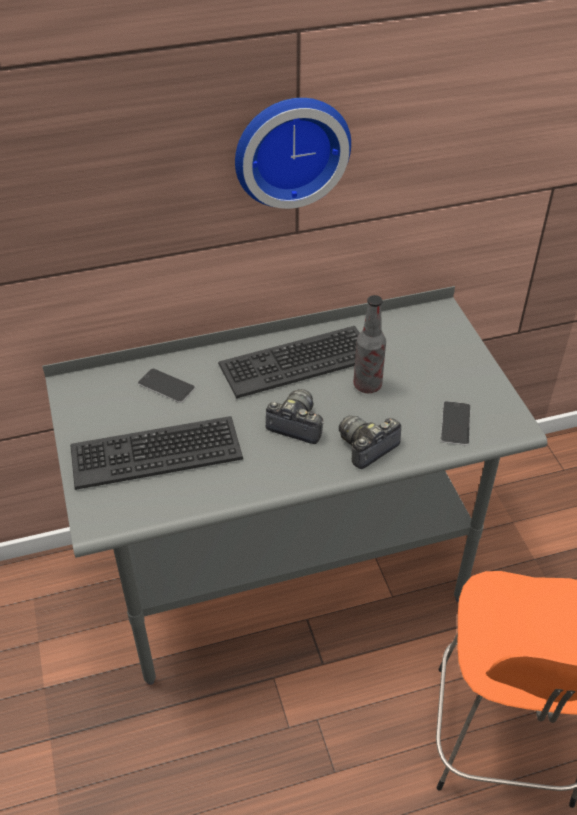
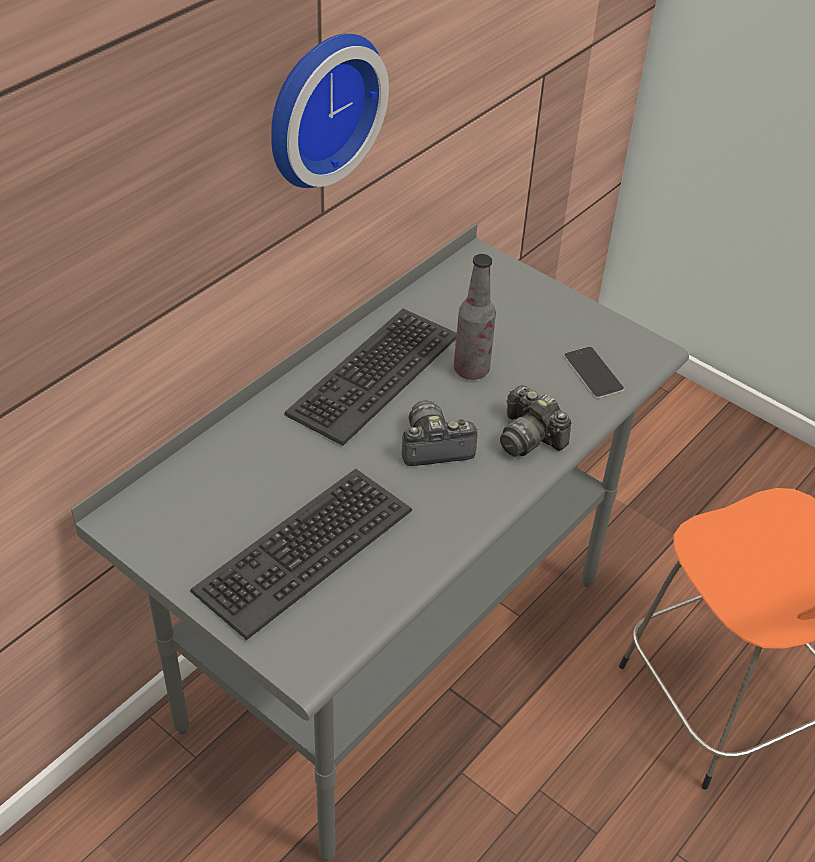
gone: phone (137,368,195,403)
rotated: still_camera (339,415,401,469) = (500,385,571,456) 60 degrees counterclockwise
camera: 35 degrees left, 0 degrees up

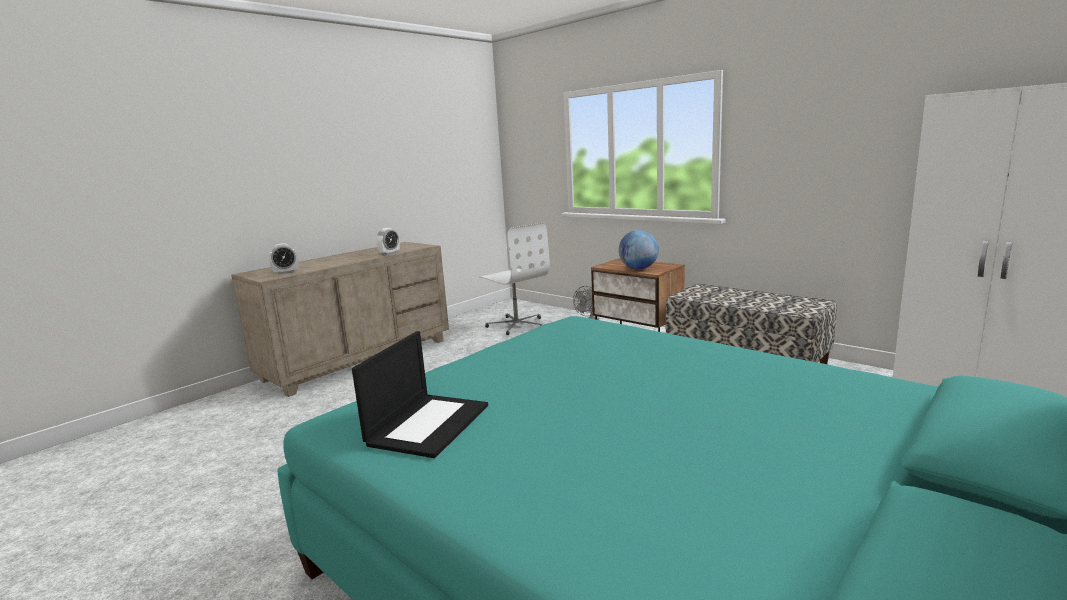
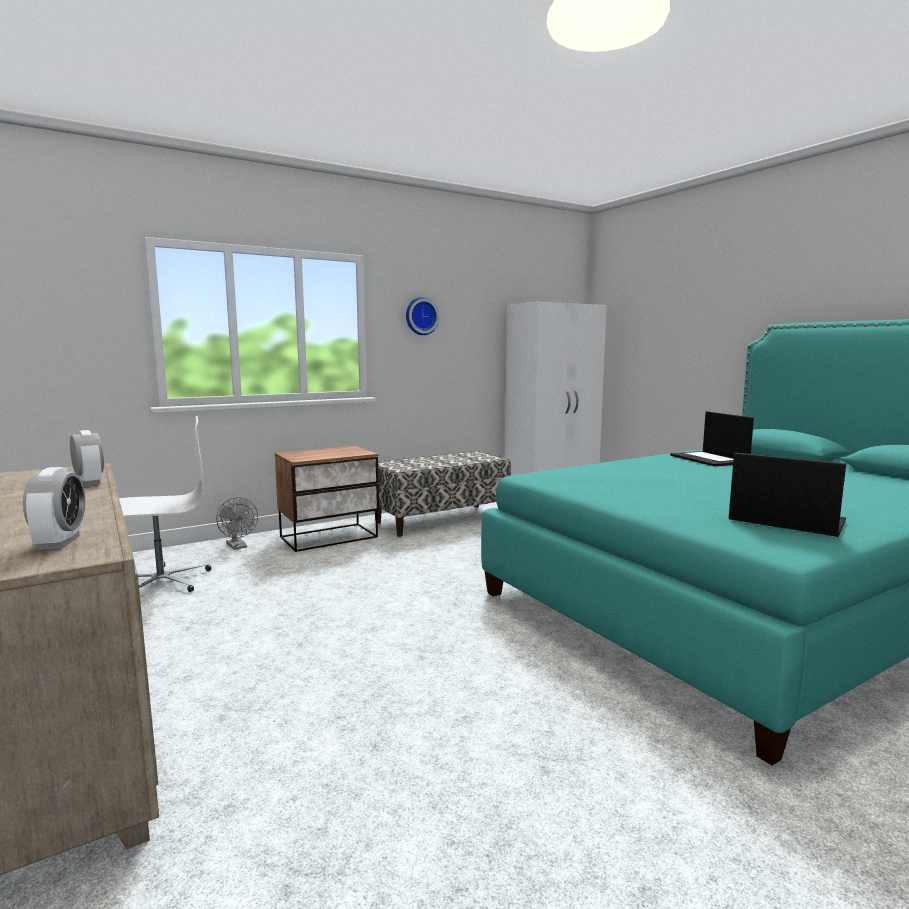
gone: globe (619,230,659,269)
new: hanging_clock (406,297,439,335); portable_computer (670,411,754,467)
camera: 75 degrees left, 5 degrees down

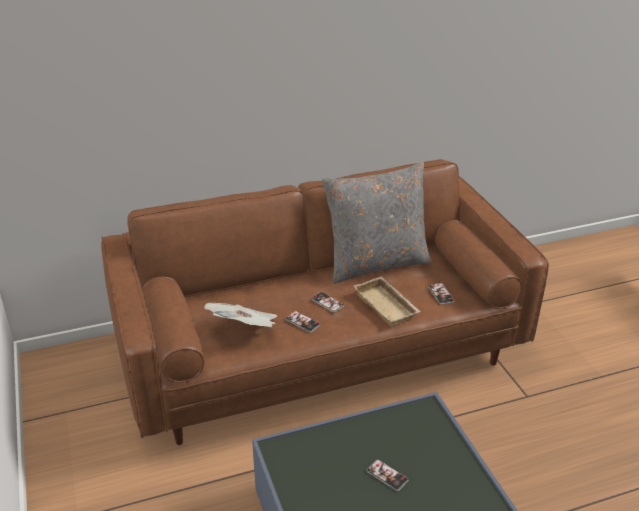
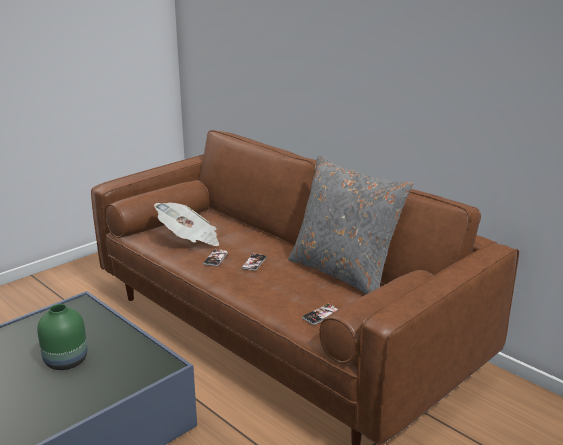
gone: beige-coloured_tray (354,277,421,327)
swapped: phone (366,460,408,491) to greenish_decorative_vase (37,304,87,370)
camera: 65 degrees right, 10 degrees down

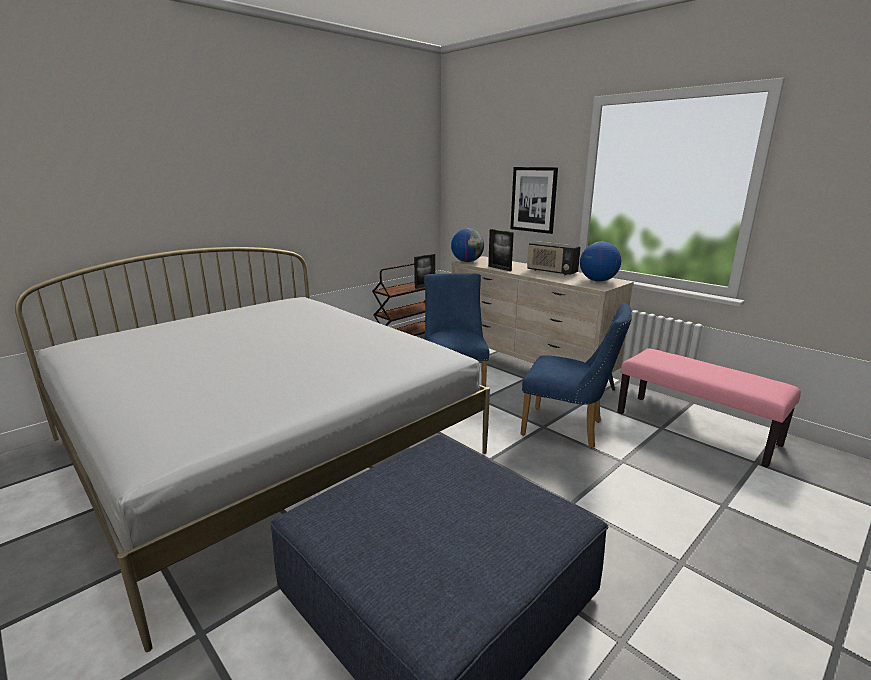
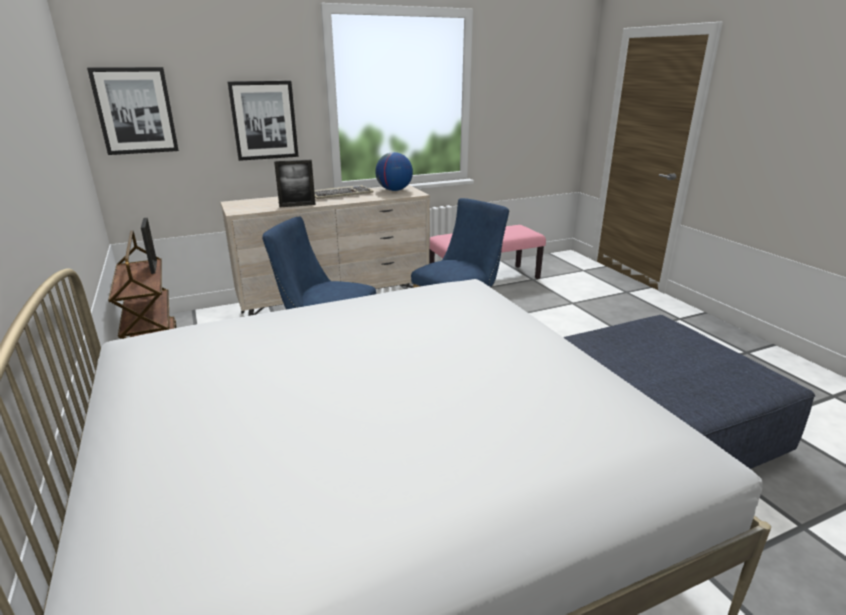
gone: globe (451,229,484,262)
new: picture (87,67,179,155)
swapped: radio (527,241,581,275) to computer_keyboard (314,185,374,199)
camera: 70 degrees left, 5 degrees up

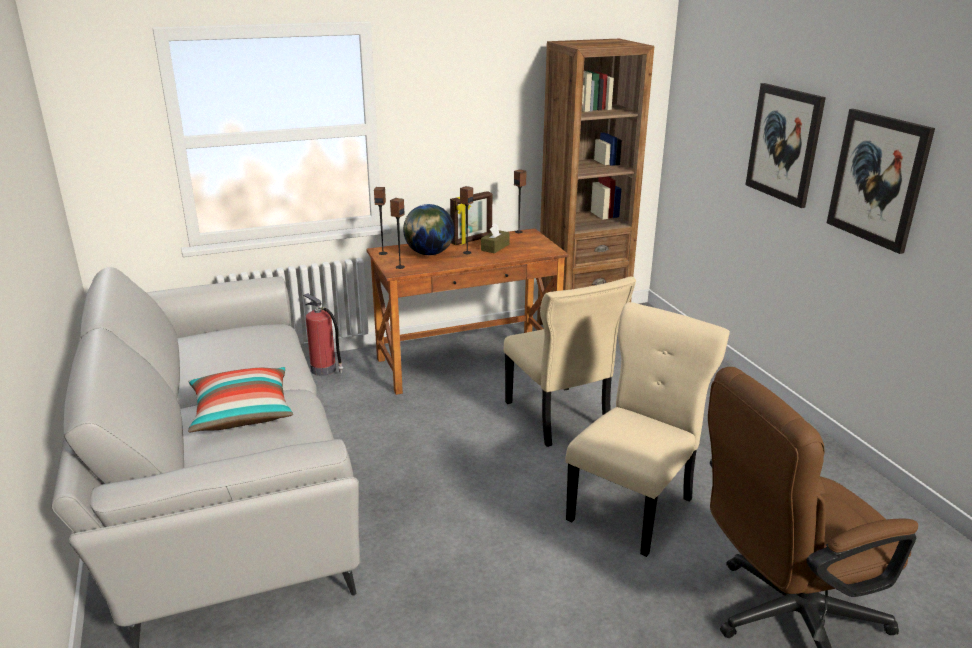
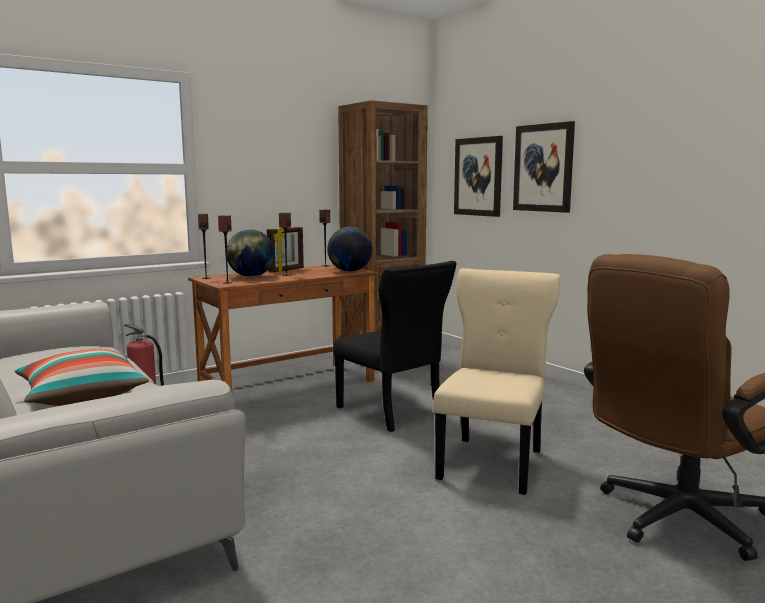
gone: brown_tissue_box (481,223,510,253)
new: globe (327,227,372,272)
shifted: picture (827,109,935,254) to (454,136,503,217)
repainted: beige-coloured_upright_chair (503,277,636,447) to black_upright_chair (333,261,457,432)
camera: 15 degrees left, 15 degrees down

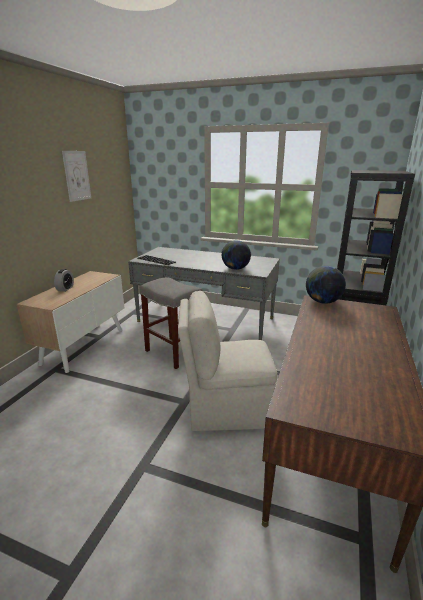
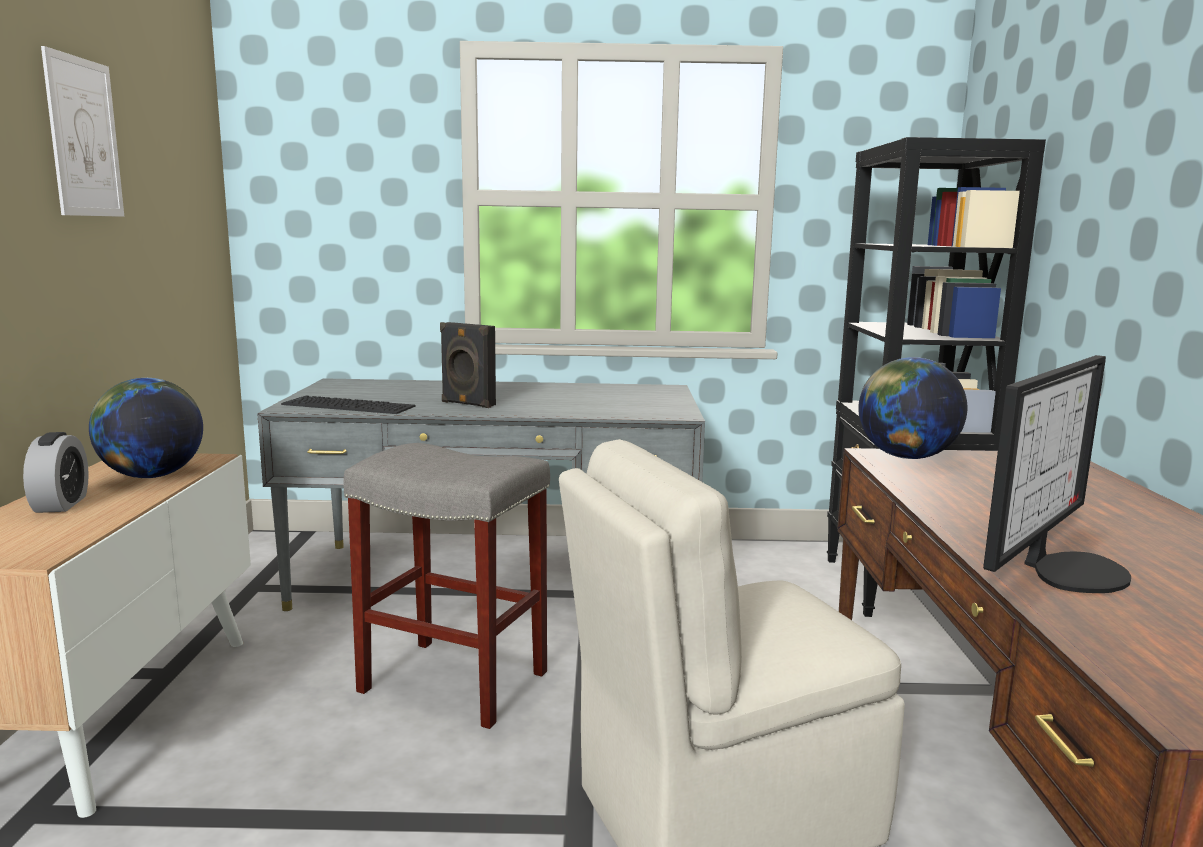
new: black_loudspeaker (440,322,496,408); computer_screen (983,355,1131,593)
shifted: globe (222,240,251,270) to (89,378,203,478)
camera: 20 degrees left, 10 degrees down

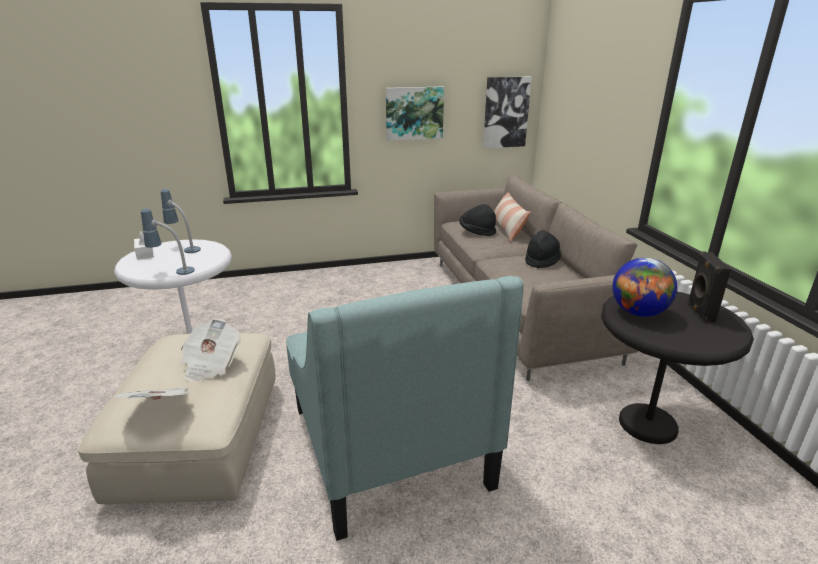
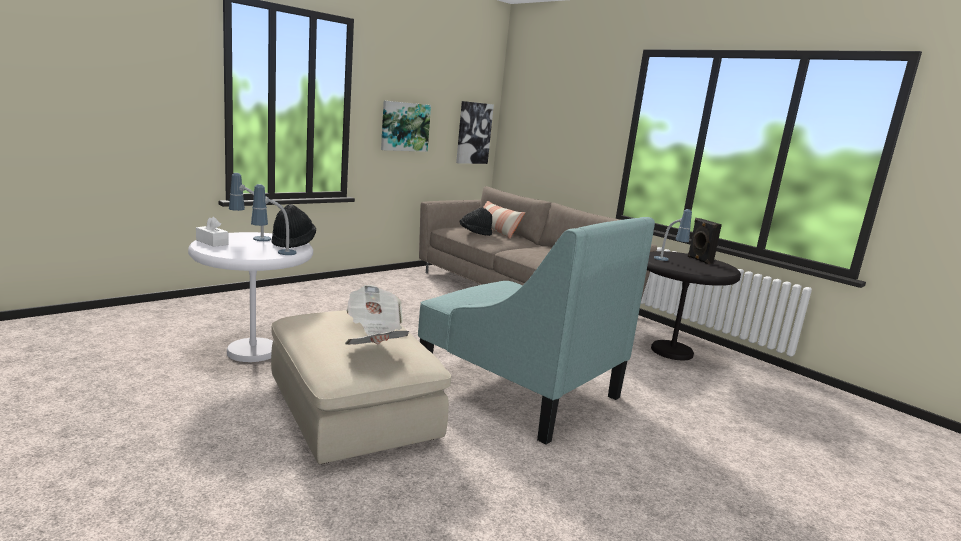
shifted: black_clothing_hat (525,230,561,268) to (271,204,316,248)
swapped: globe (612,258,677,317) to lamp_for_a_table (654,209,692,261)
camera: 30 degrees left, 10 degrees down

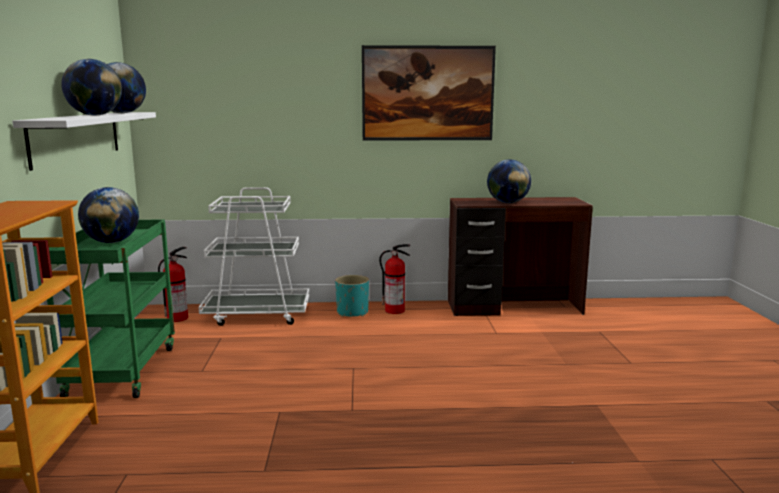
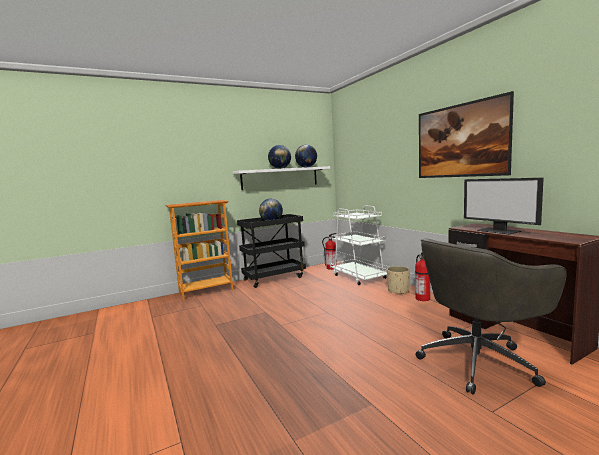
new: grey_desk_chair (416,238,566,394)
swapped: globe (487,159,531,203) to computer_screen (464,178,544,235)
repainted: greenish_cart (47,220,175,398) to black_cart (237,214,306,288); blue-green_planter (335,275,369,317) to beige-coloured_planter (387,266,410,295)
camera: 65 degrees right, 5 degrees down

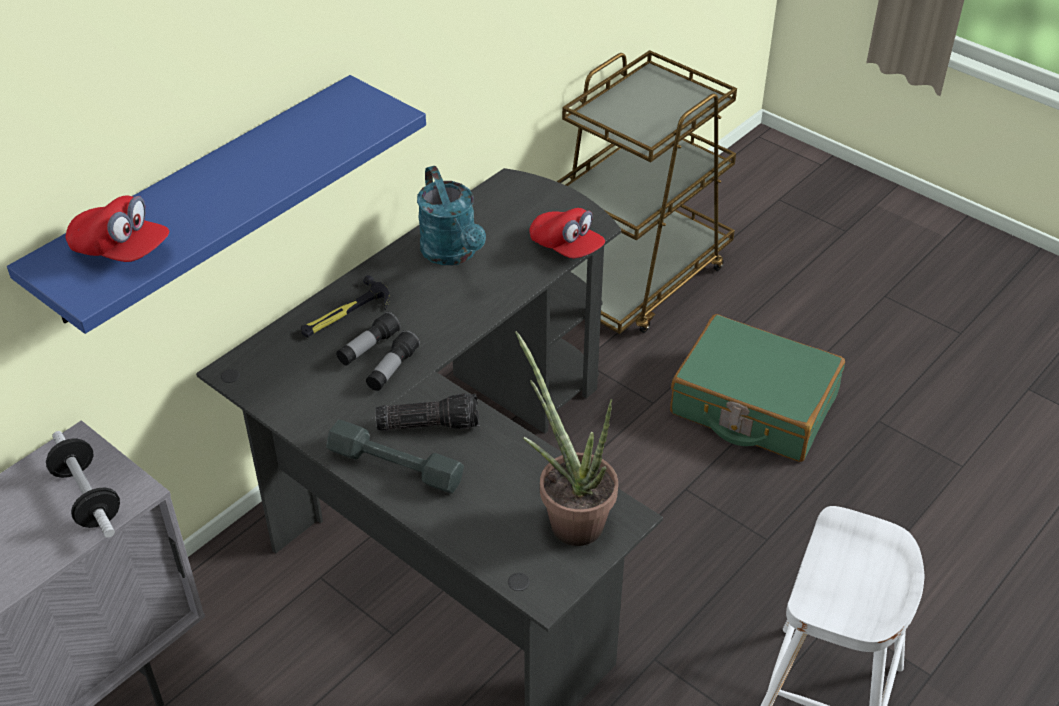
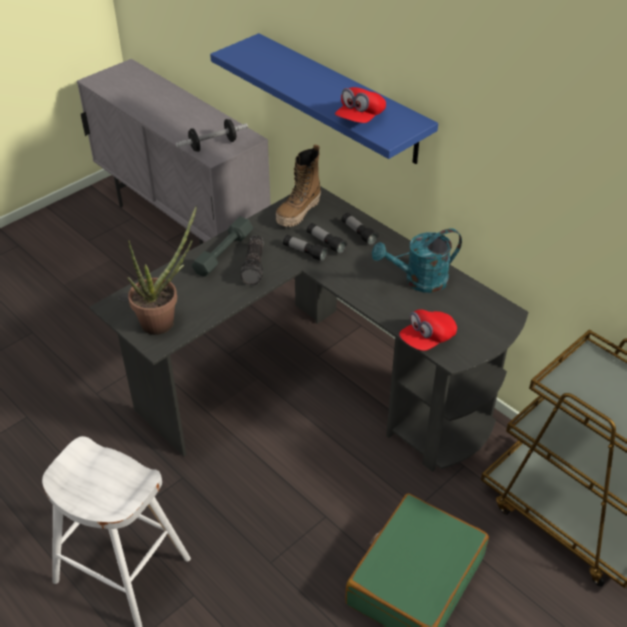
new: boot (276,144,321,227)
shifted: reddish_cap (66,196,169,262) to (335,87,386,123)
swapped: hand_hammer (301,275,390,338) to flashlight (341,213,379,245)
camera: 95 degrees right, 0 degrees up

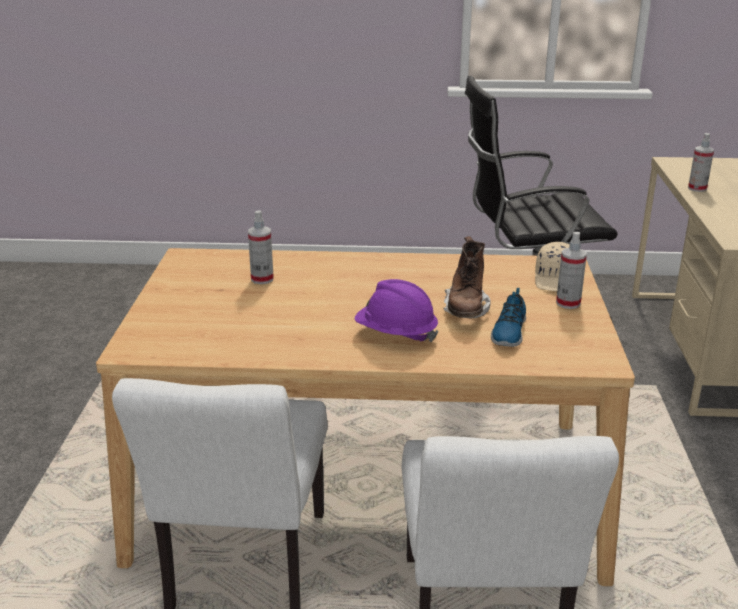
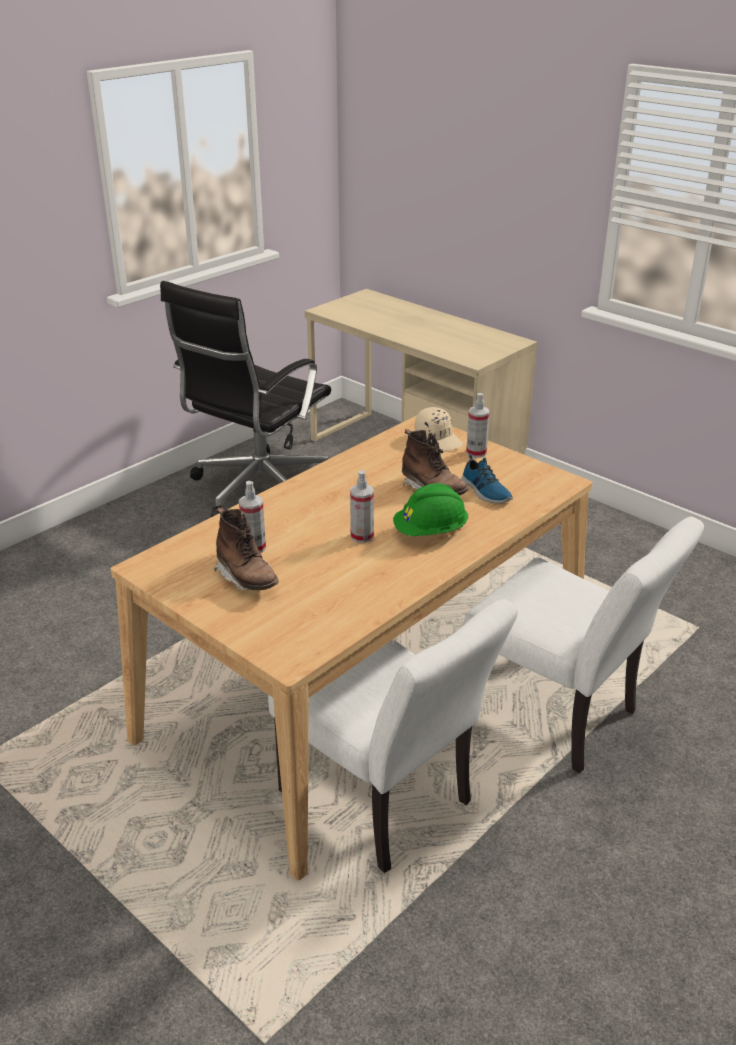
new: brown_boot (214,507,279,590)
shifted: sprayer (688,133,714,192) to (350,470,374,543)
repainted: purplish_work_helmet (355,279,439,342) to greenish_work_helmet (393,483,468,536)
camera: 50 degrees left, 5 degrees up

